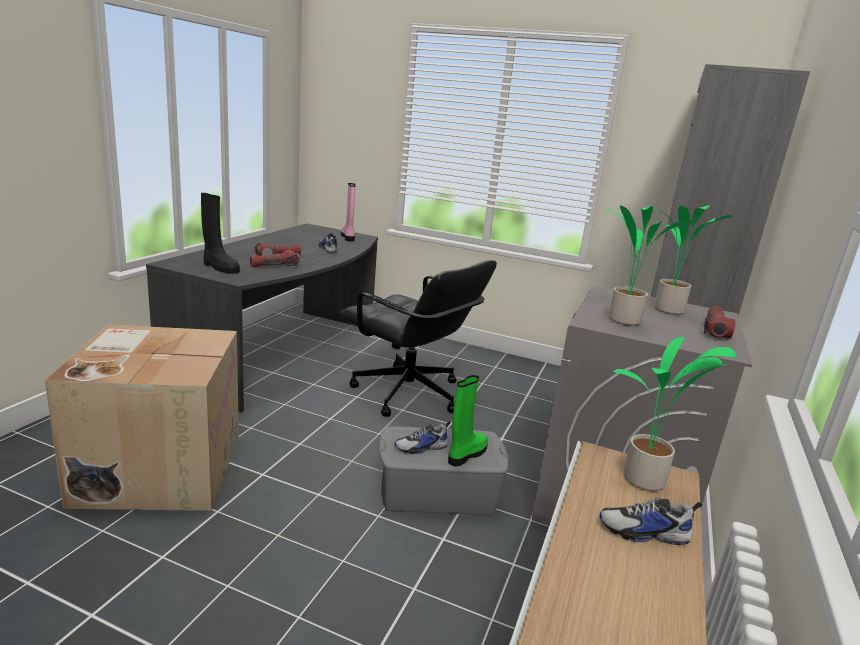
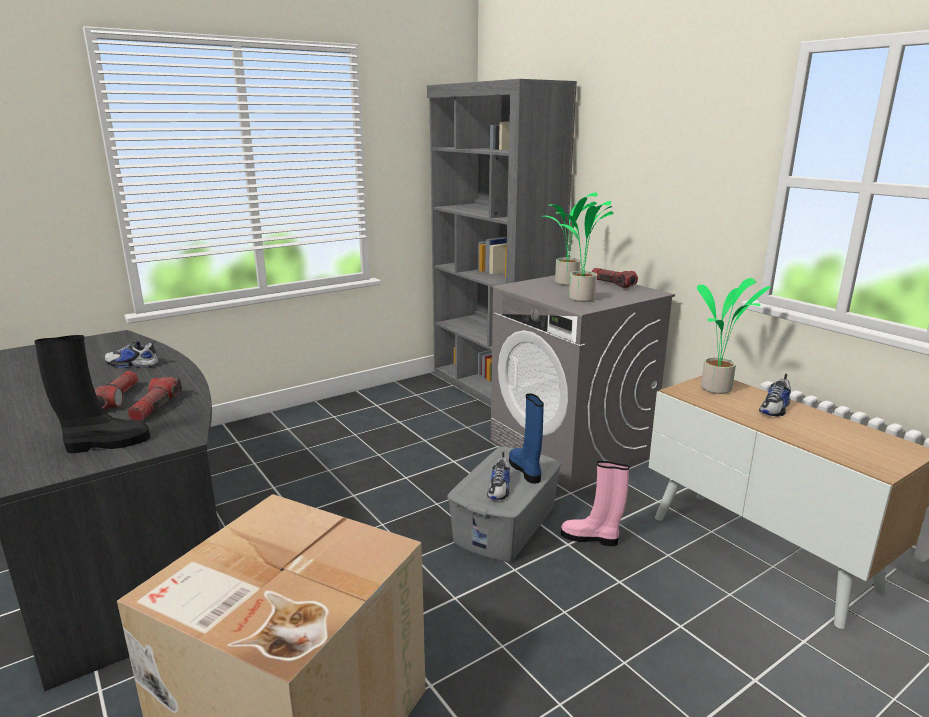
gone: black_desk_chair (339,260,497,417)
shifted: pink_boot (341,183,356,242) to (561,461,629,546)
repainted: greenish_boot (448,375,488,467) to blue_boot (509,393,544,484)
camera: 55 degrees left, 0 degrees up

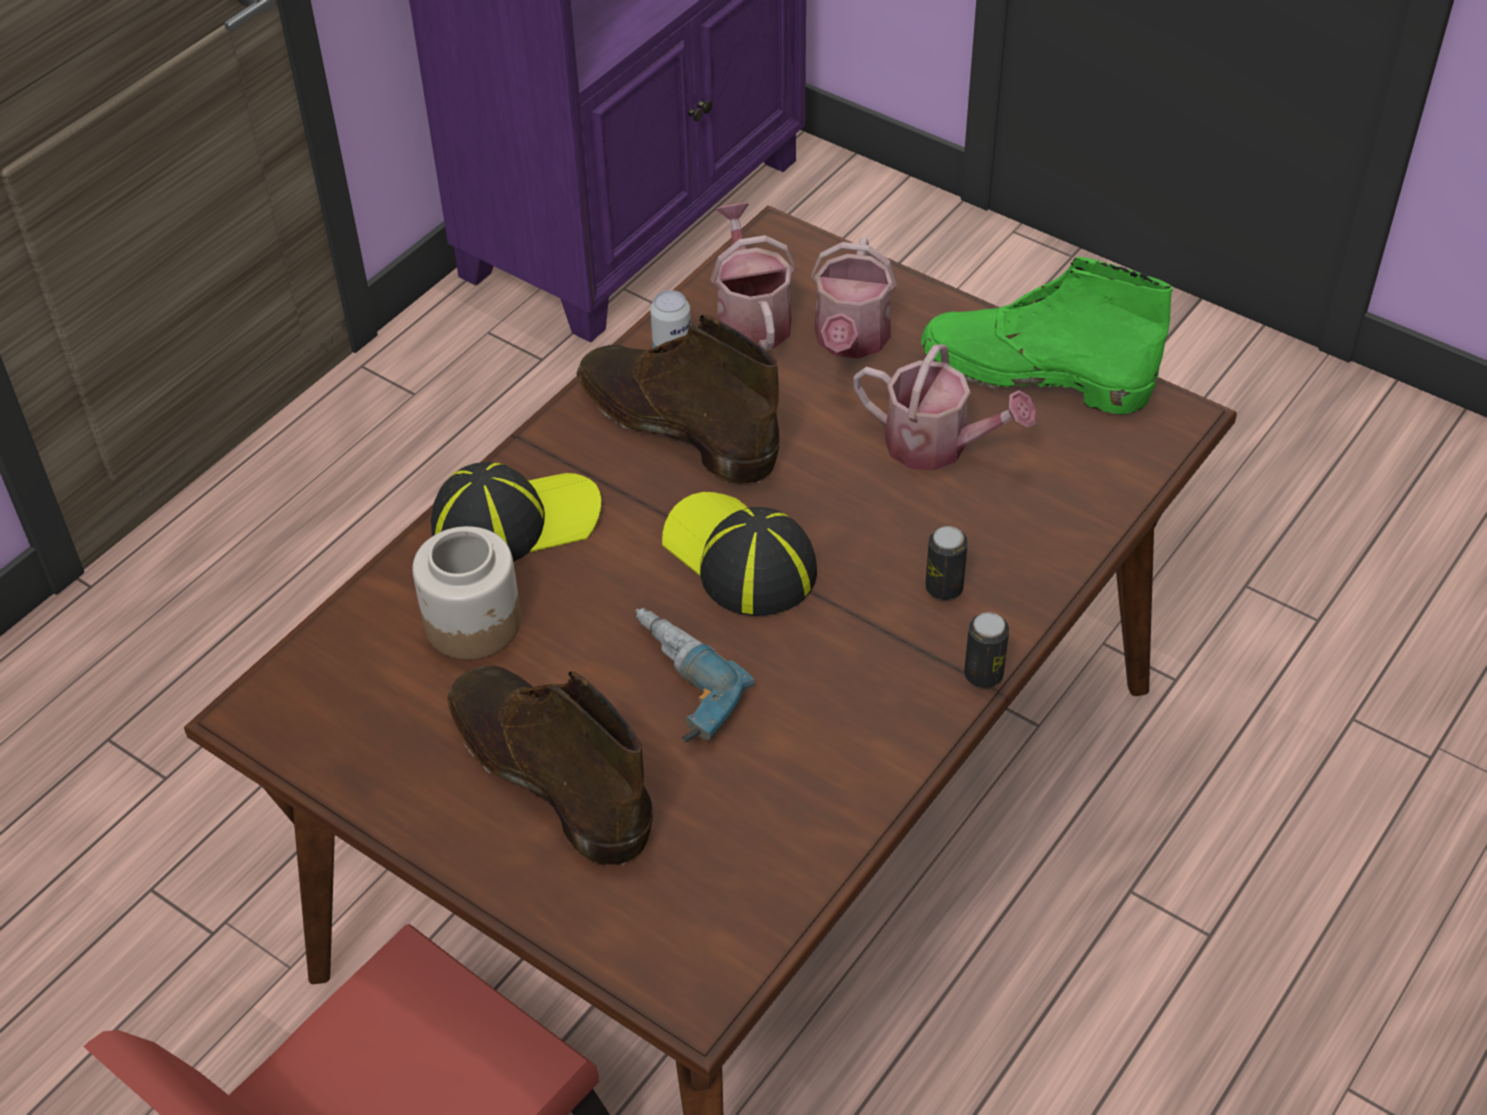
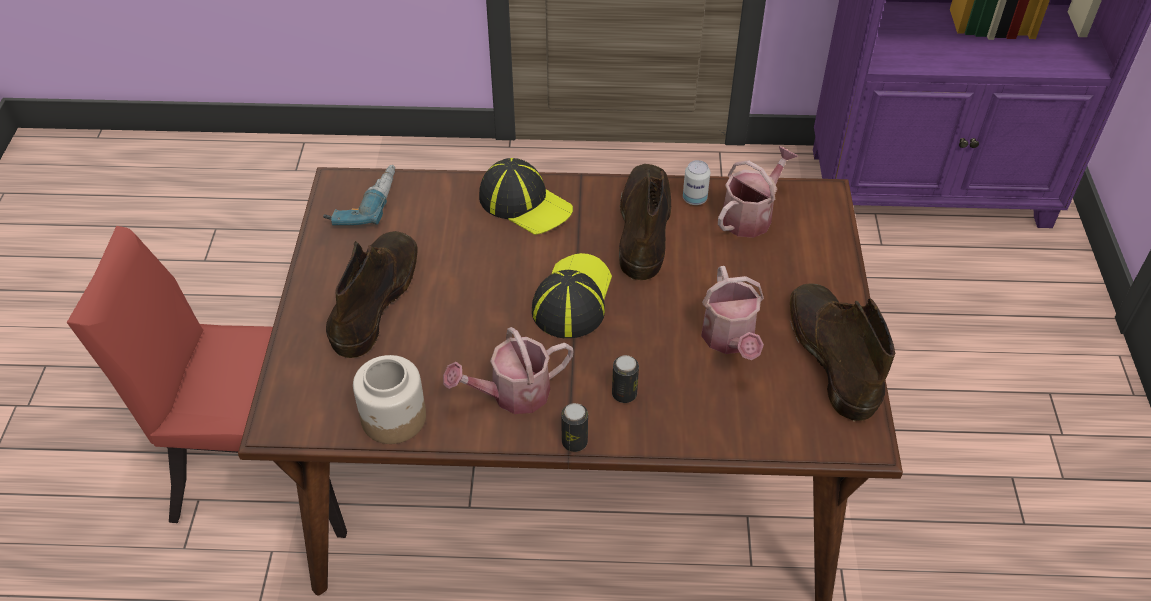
shifted: electric_drill (635,608,755,743) to (323,165,395,225); storage_jar (412,526,521,660) to (353,355,426,444); sprinkling_can (811,237,898,359) to (443,327,574,414)
repainted: greenish_boot (921,257,1173,414) to brown_boot (790,283,895,422)
camera: 55 degrees right, 0 degrees up

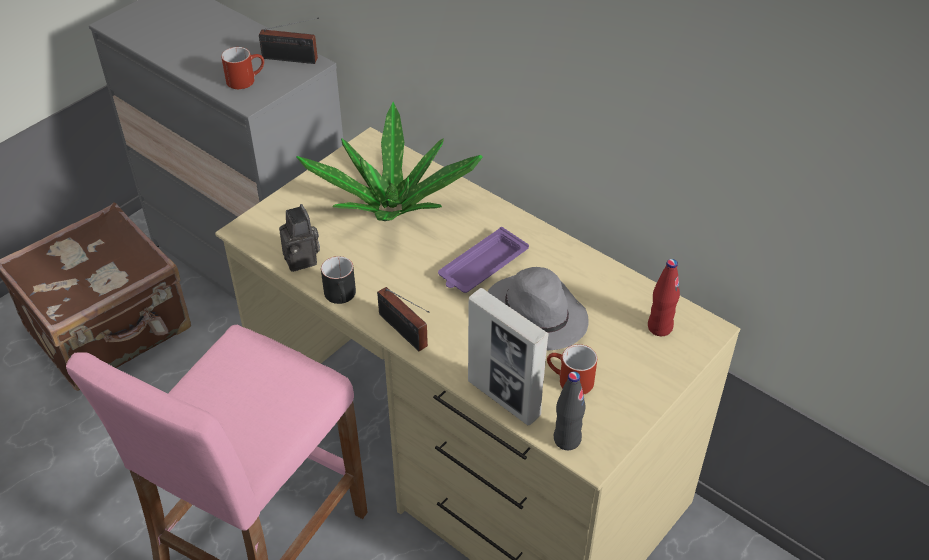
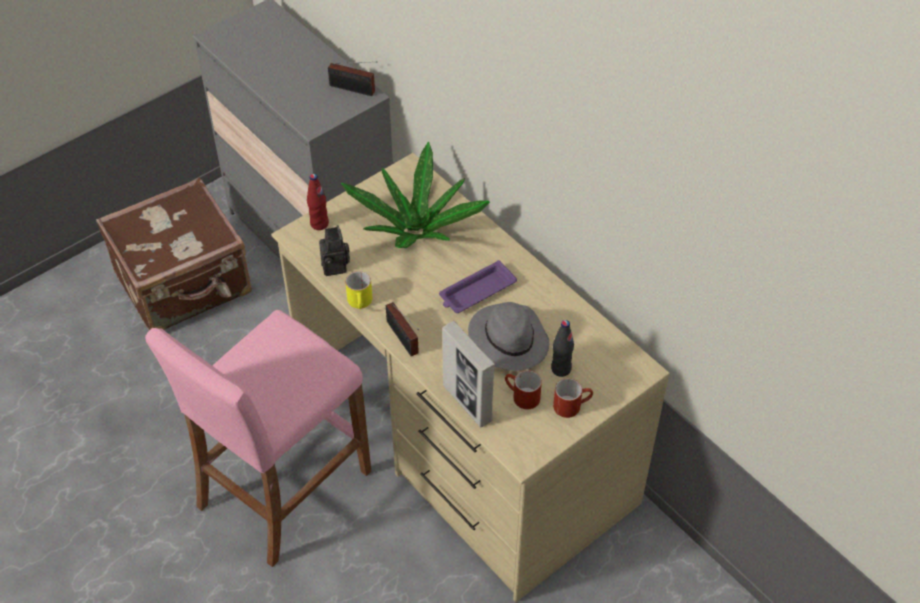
shifted: reddish_drink_bottle (648,259,680,336) to (307,174,329,230); black_drink_bottle (554,371,586,450) to (551,320,574,377); reddish_tea_mug (221,47,264,89) to (553,378,593,418)
repainted: black_tea_mug (321,256,356,304) to yellowish_tea_mug (345,271,372,309)
camera: 10 degrees right, 5 degrees up

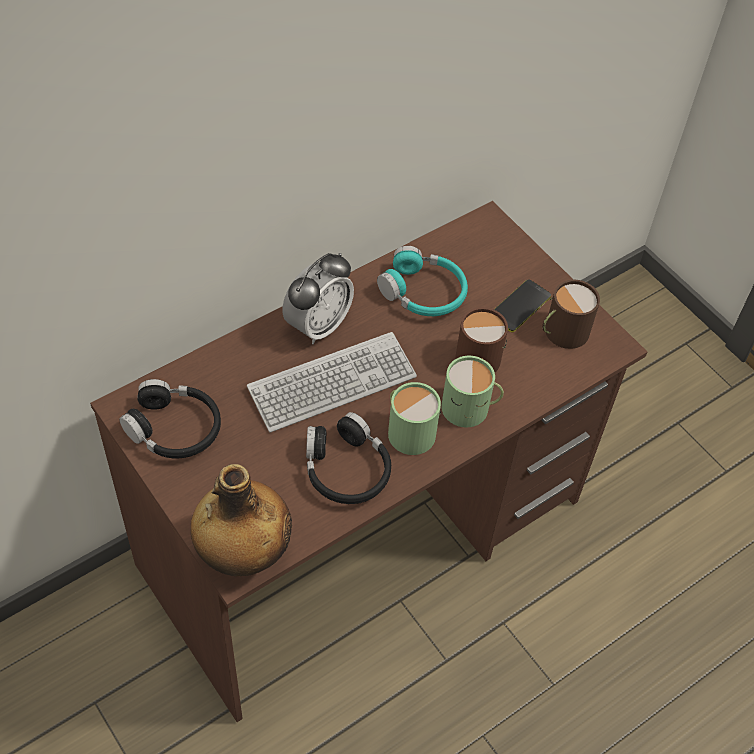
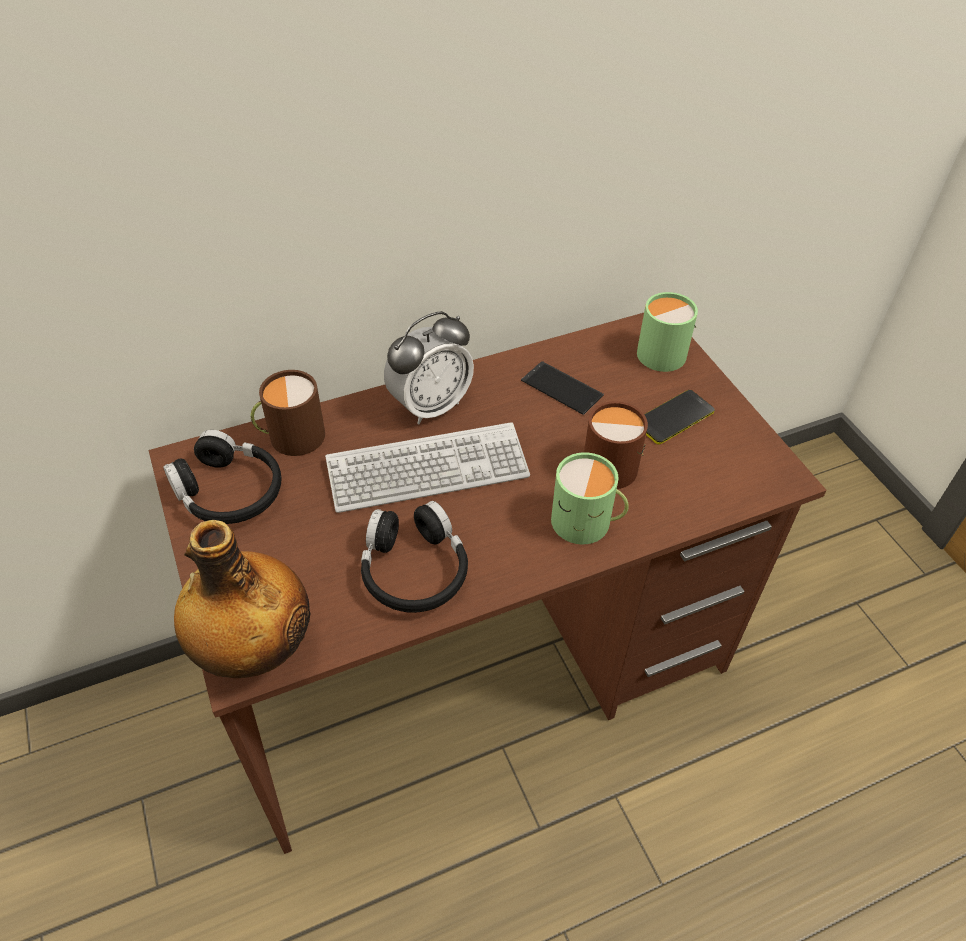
shifted: brown_tea_mug (542,280,600,349) to (251,370,325,456); greenish_tea_mug (388,382,441,455) to (637,292,698,372)
swapped: blue-green_pair_of_headphones (377,246,468,316) to phone (521,361,604,415)
camera: 15 degrees right, 5 degrees down

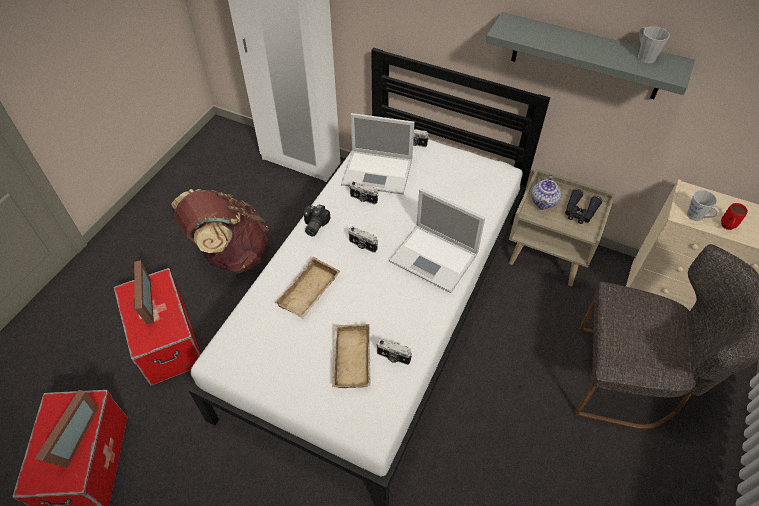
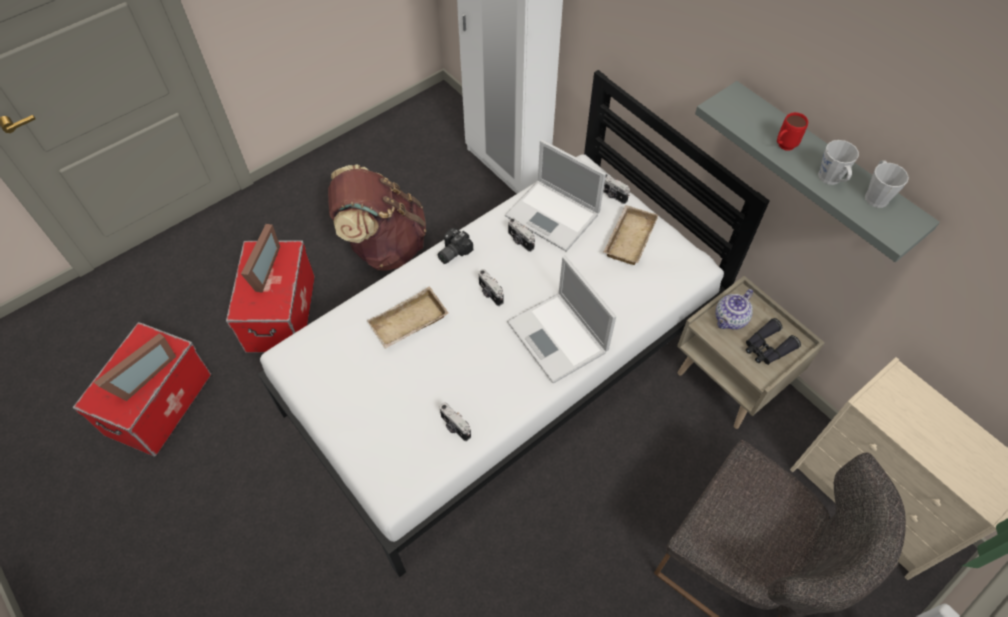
shifted: beige-coloured_tray (332,324,371,388) to (604,205,658,265); reddish_tea_mug (721,203,748,230) to (777,112,808,151); grey_tea_mug (687,190,719,221) to (818,140,859,185)
camera: 25 degrees right, 5 degrees up

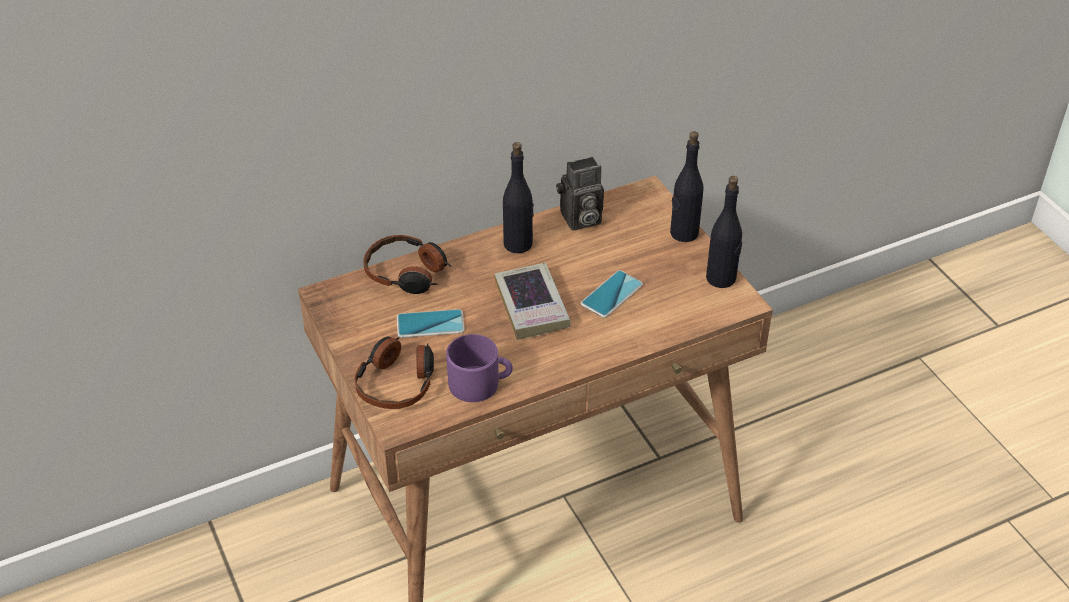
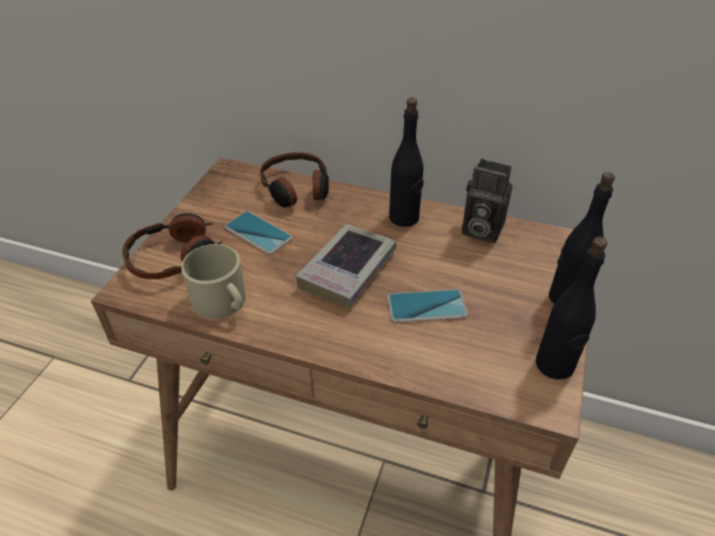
repainted: purplish_tea_mug (446,334,513,402) to beige-coloured_tea_mug (181,244,246,318)
camera: 45 degrees right, 0 degrees up

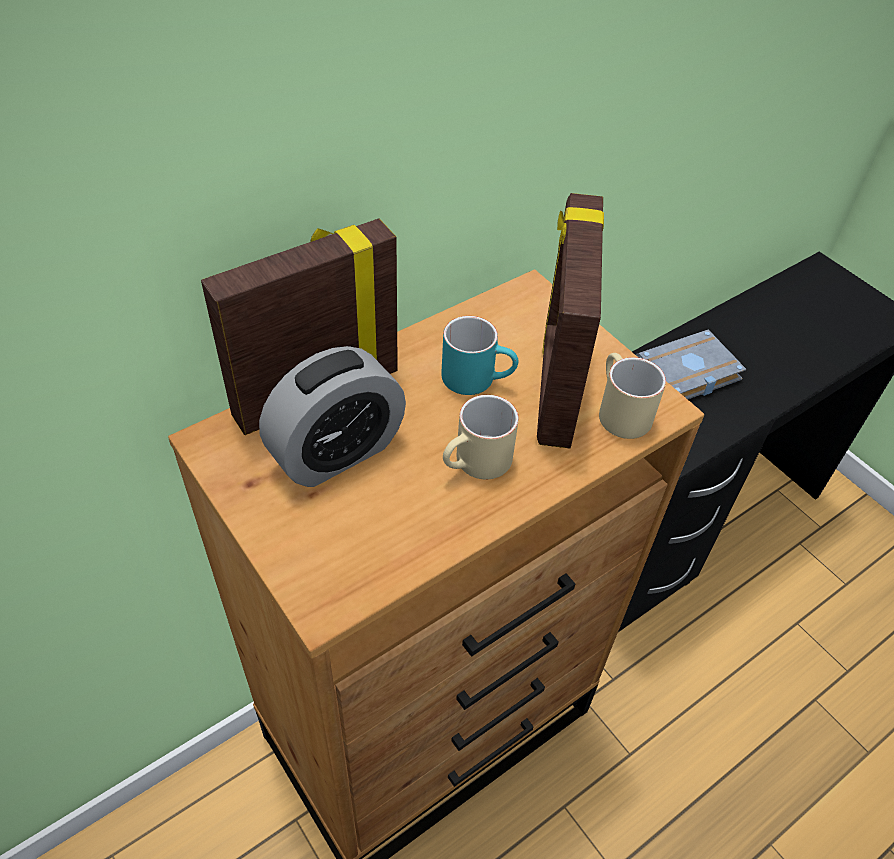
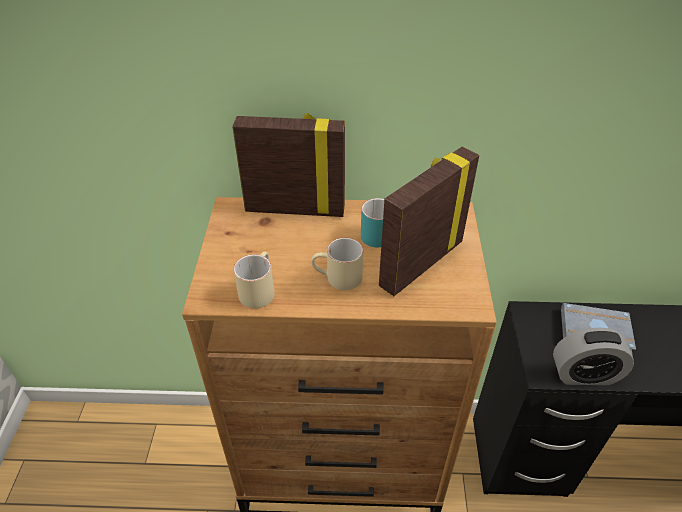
shifted: beige-coloured_tea_mug (599,353,666,439) to (234,251,274,309); alarm_clock (259,346,406,487) to (553,327,634,385)
camera: 40 degrees right, 5 degrees down

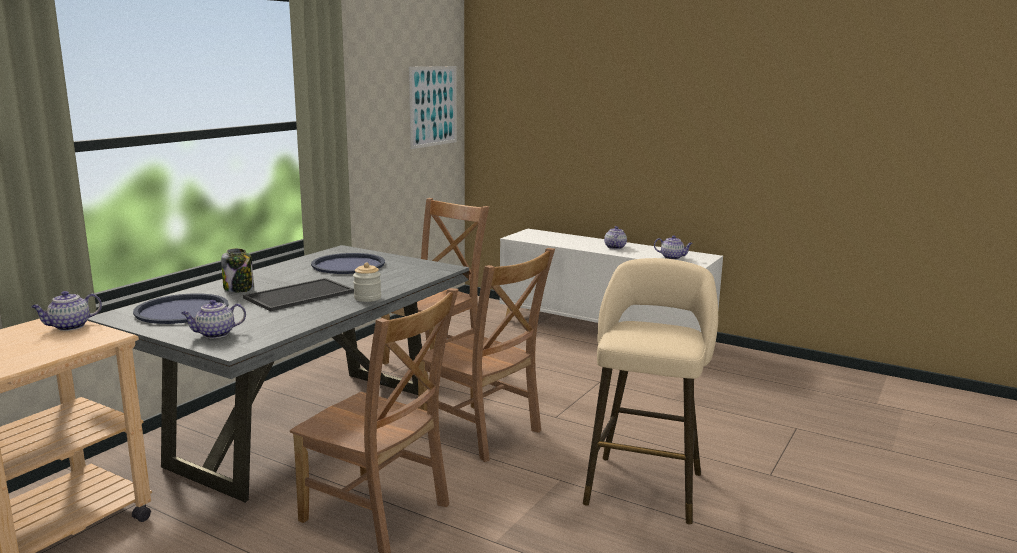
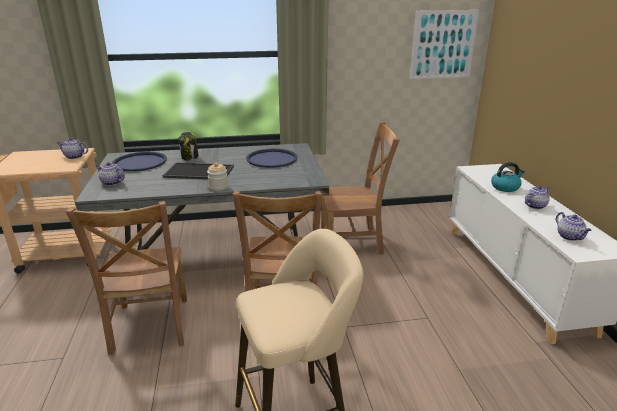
new: kettle (491,162,524,192)
camera: 50 degrees right, 10 degrees up

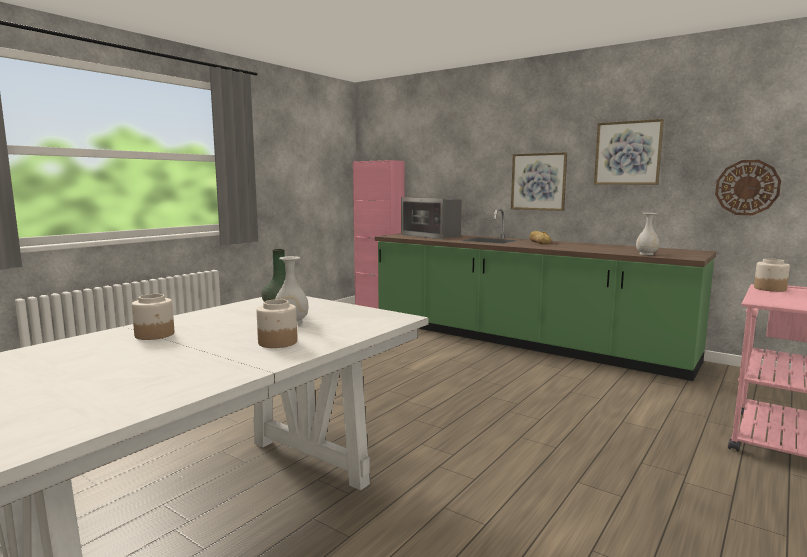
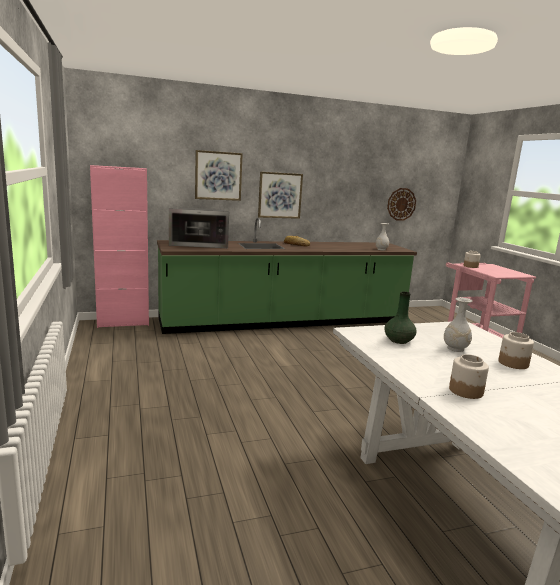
shifted: picture (594,119,664,185) to (195,150,243,201)
camera: 55 degrees left, 5 degrees up

